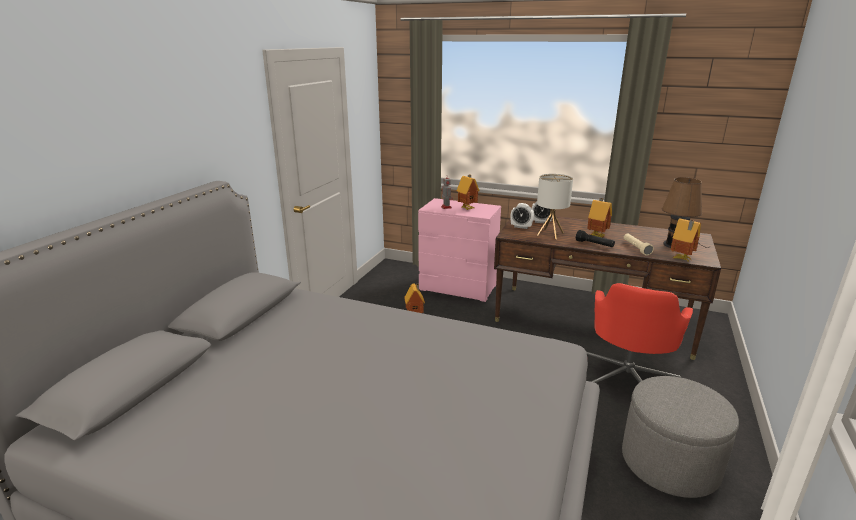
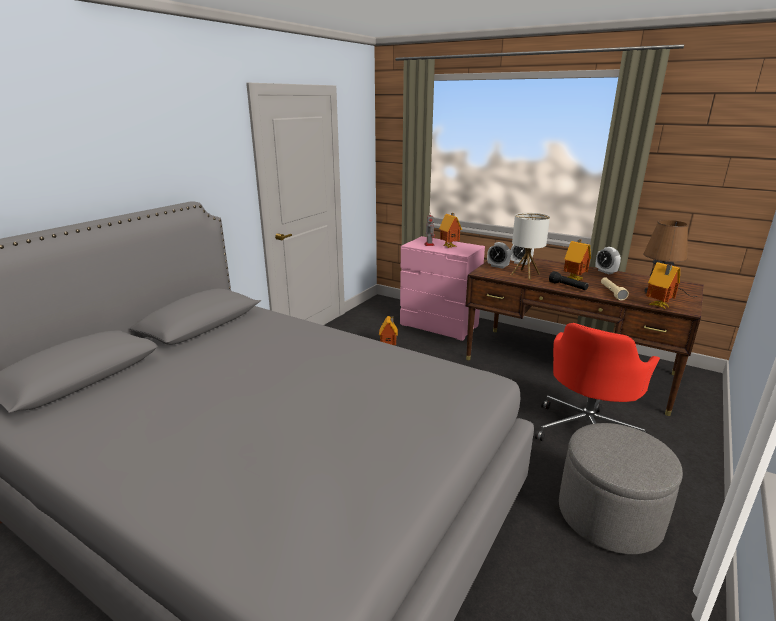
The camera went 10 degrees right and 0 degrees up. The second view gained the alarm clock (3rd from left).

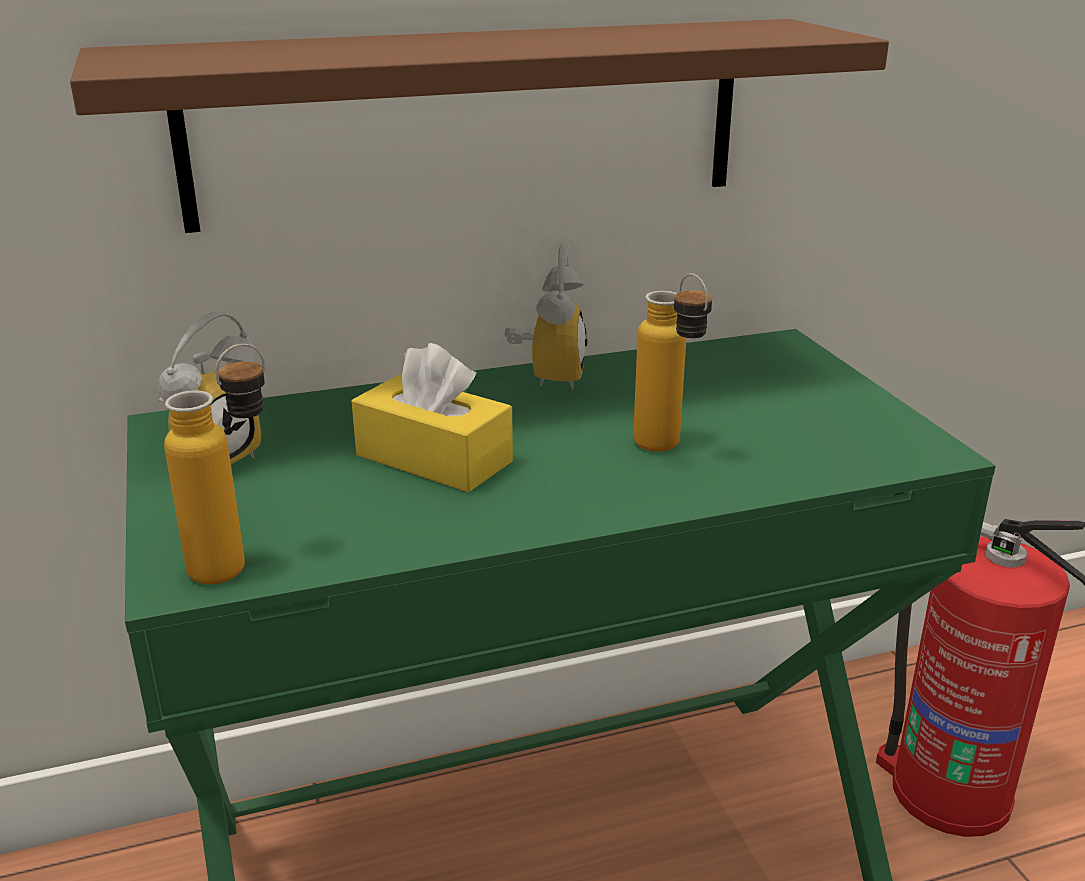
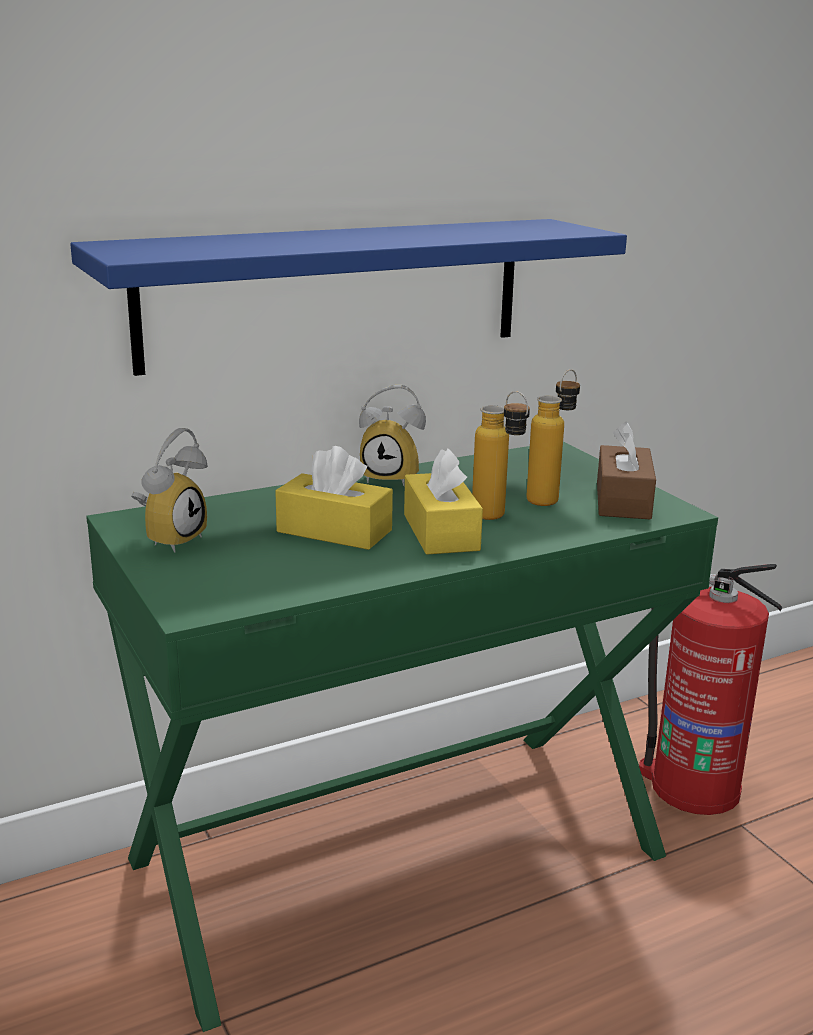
The camera went 10 degrees left and 5 degrees down. The second view gained the yellow tissue box (2nd from left). The second view gained the brown tissue box. The bottle (1st from left in the first image) ended up elsewhere. What was the brown shelf turned into the blue shelf. The alarm clock (2nd from left) ended up facing another way, 105 degrees clockwise from before.

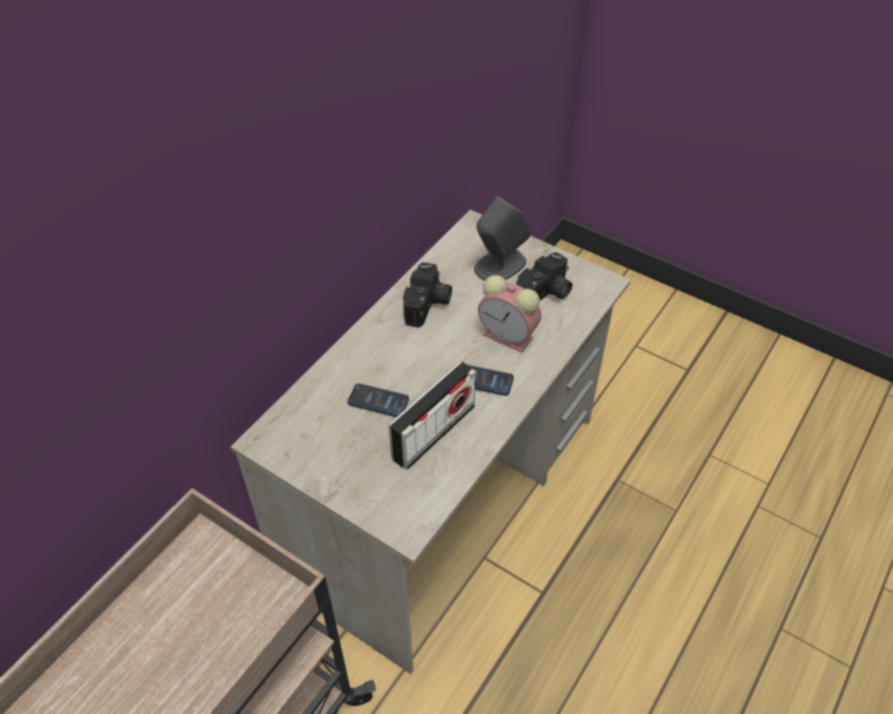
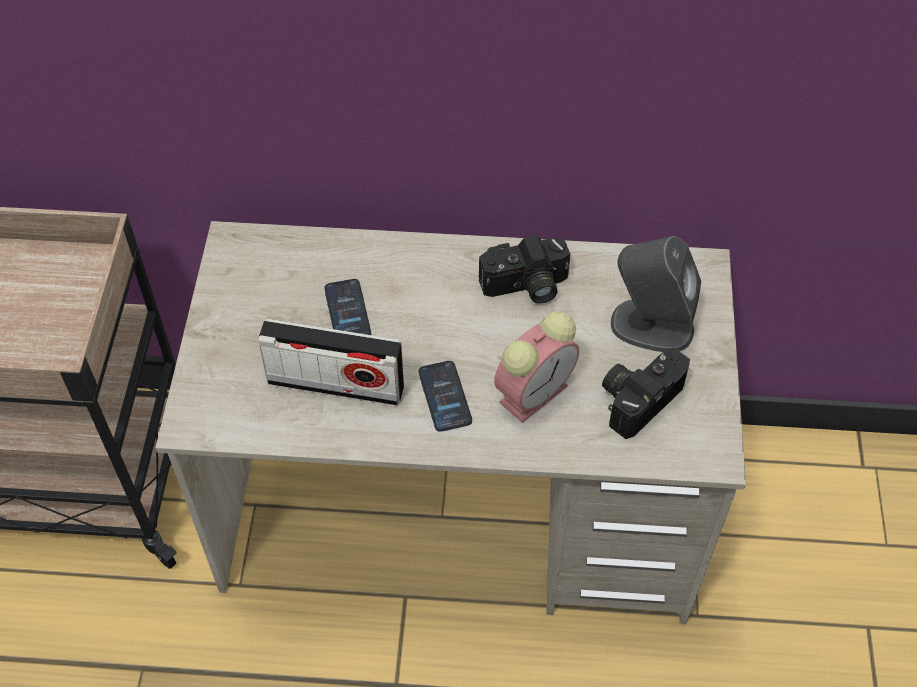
The camera went 60 degrees right and 5 degrees up. The alarm clock ended up facing another way, 135 degrees counterclockwise from before. The photo camera (2nd from left) ended up facing another way, 120 degrees clockwise from before.

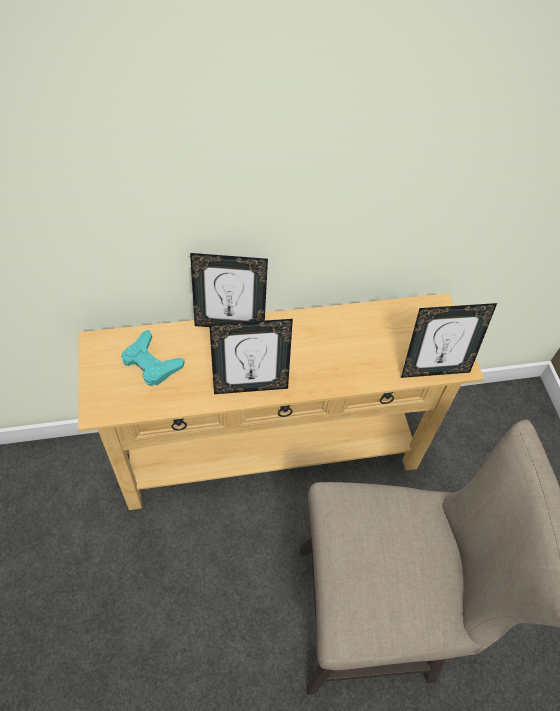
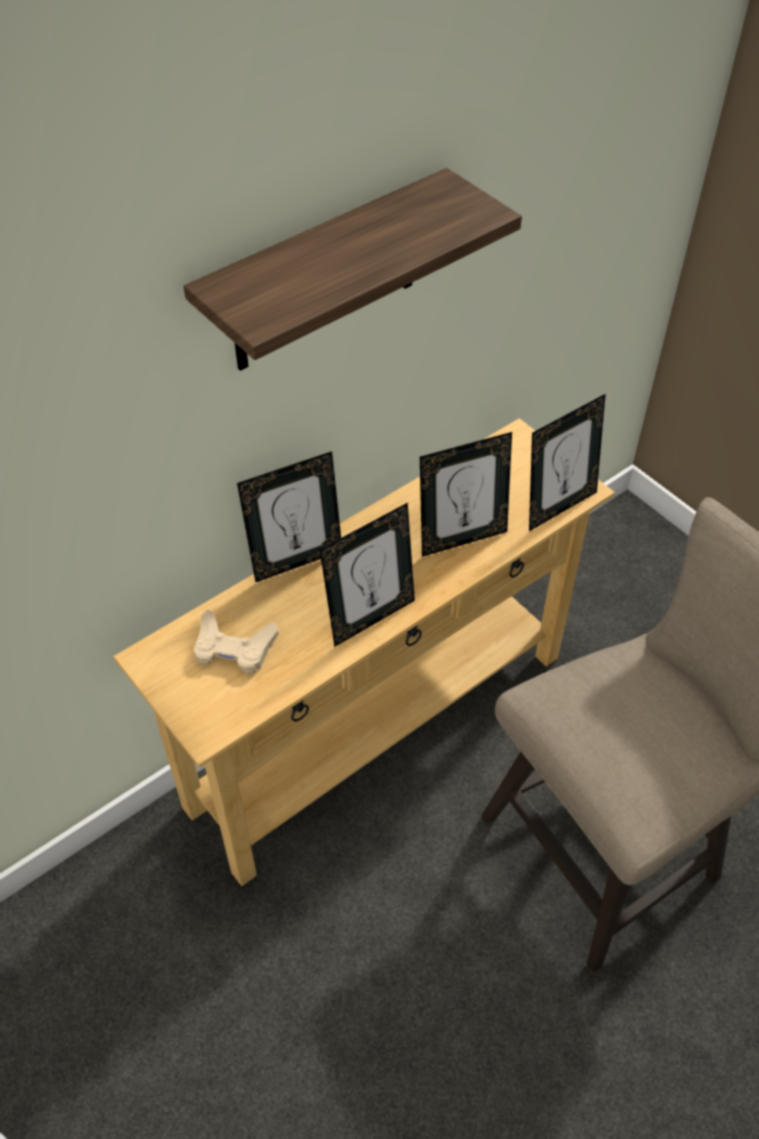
The camera went 25 degrees left and 5 degrees down. The second view gained the shelf. The second view gained the picture frame (3rd from left). What was the turquoise game controller turned into the beige game controller.

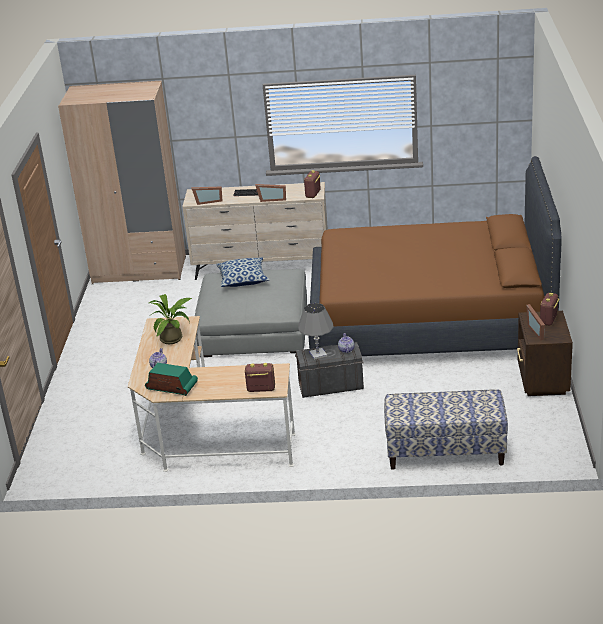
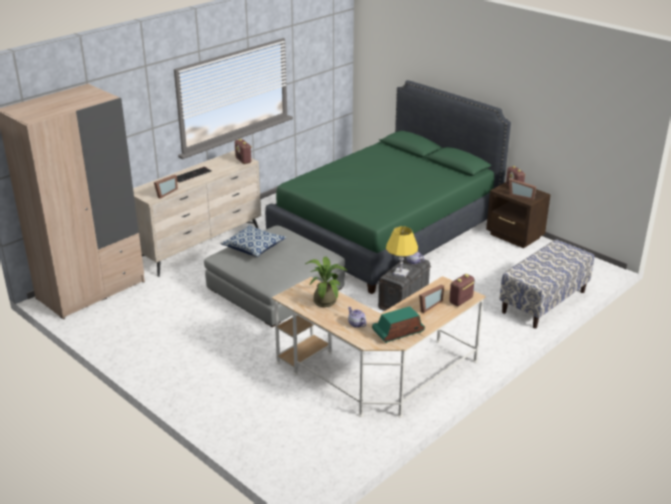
The camera went 50 degrees left and 0 degrees up. The picture frame (2nd from left) ended up elsewhere. What was the grey table lamp turned into the yellow table lamp. What was the brown bed turned into the green bed.

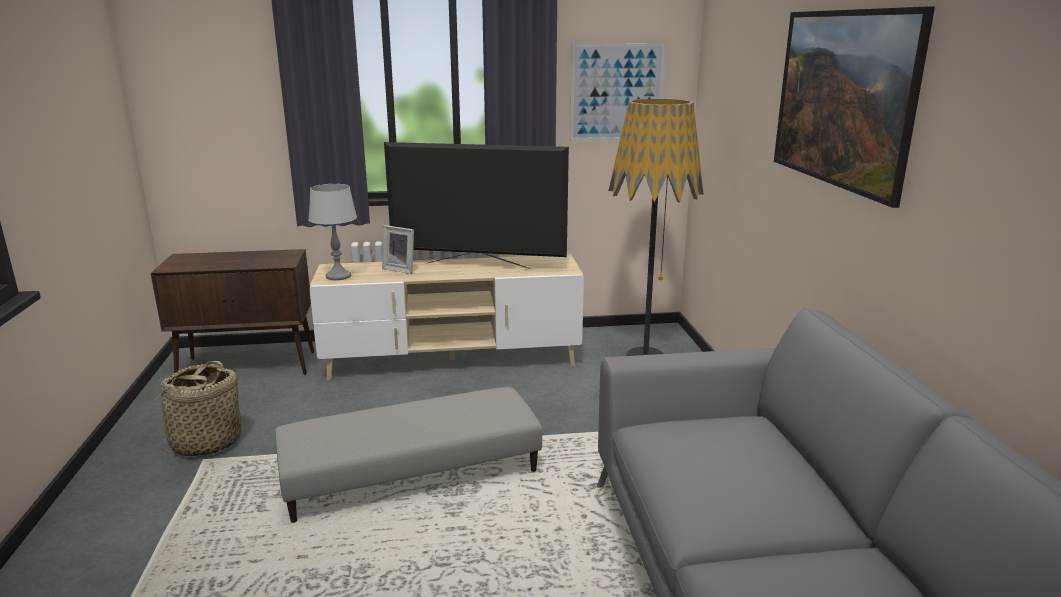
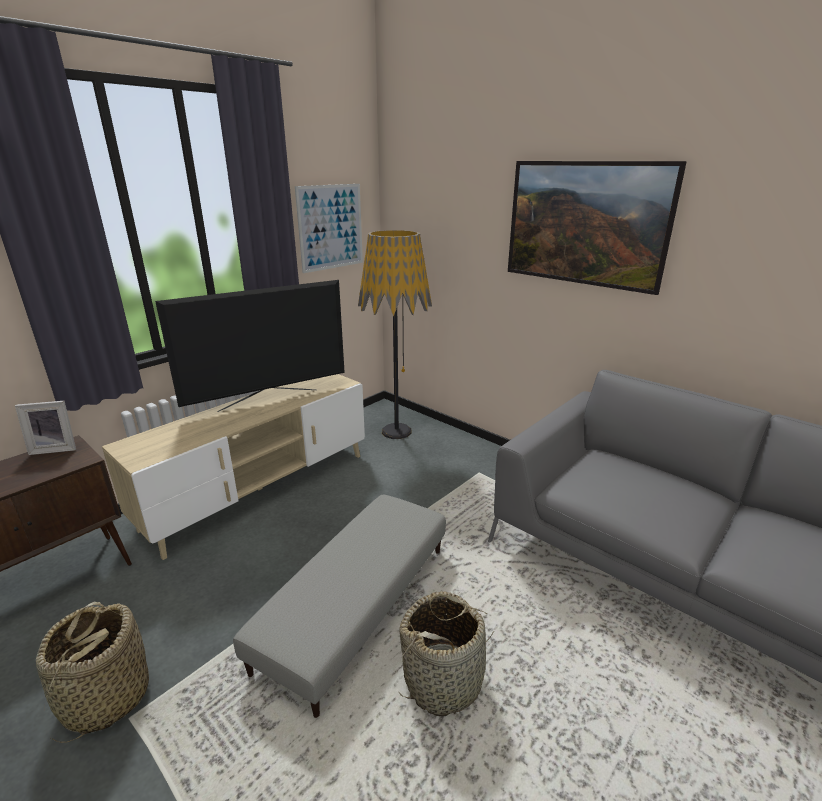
The camera went 40 degrees left and 5 degrees up. The second view lost the grey table lamp. The second view gained the basket (2nd from left). The picture frame ended up elsewhere.

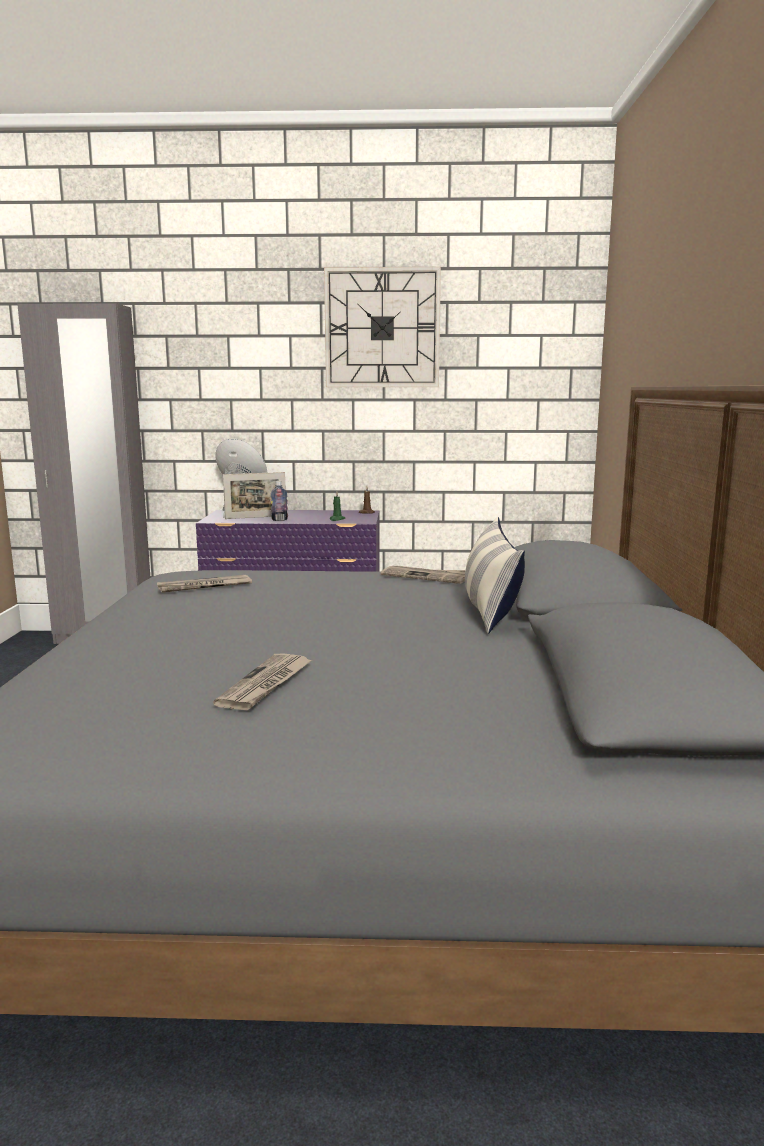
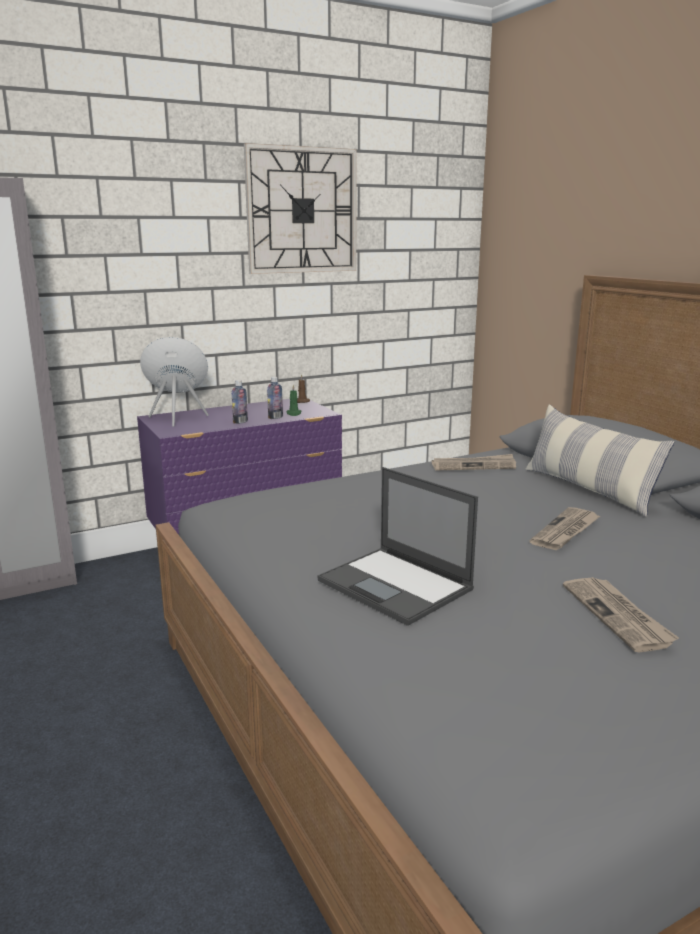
The camera went 30 degrees left and 5 degrees up. The second view lost the picture frame. The second view gained the bottle (2nd from left). The second view gained the laptop. The newspaper (1st from left in the first image) ended up elsewhere.

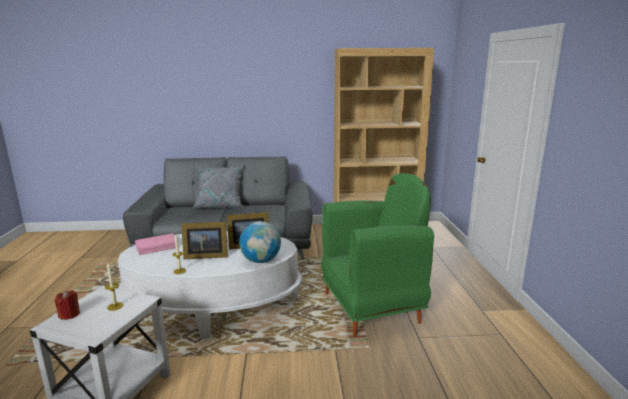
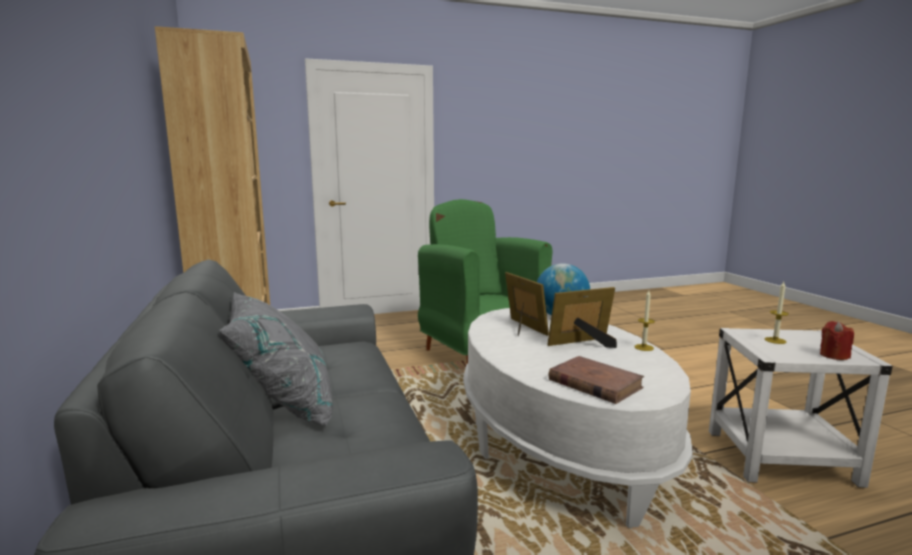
The camera went 105 degrees left and 5 degrees down. What was the pink book turned into the brown book. The picture frame (1st from left in the first image) ended up facing another way, 90 degrees counterclockwise from before.

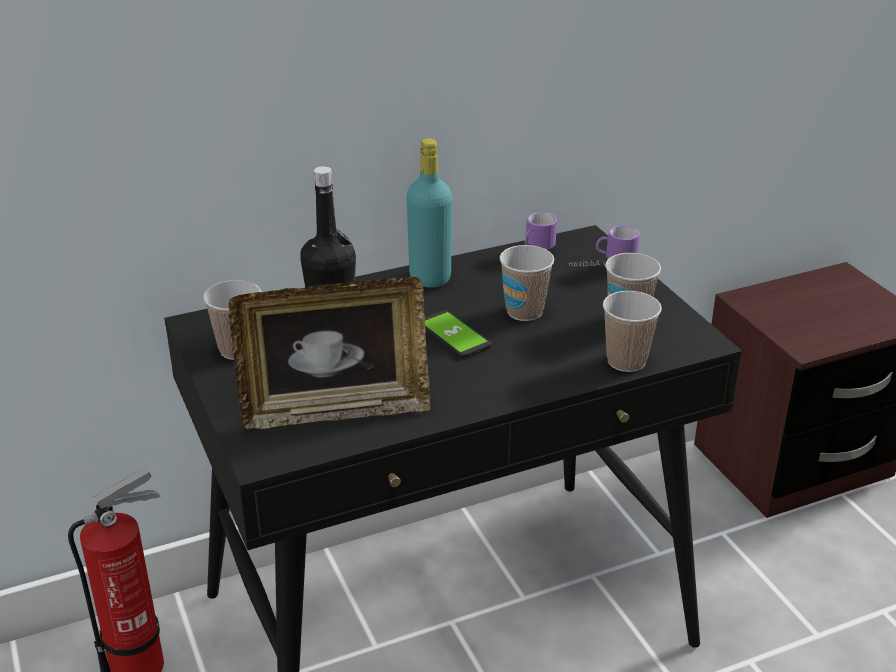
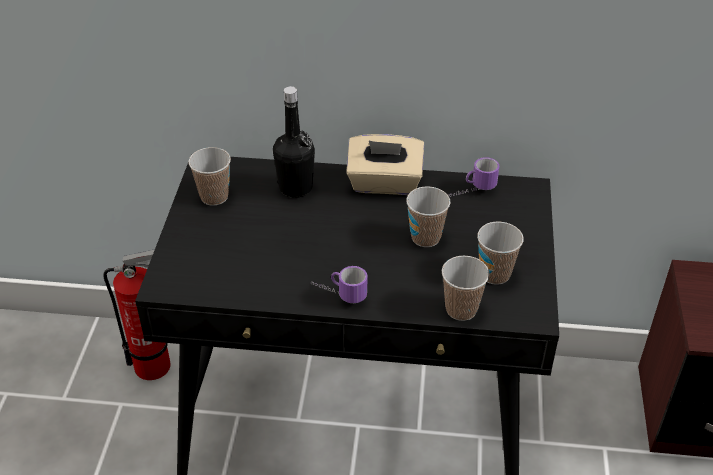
The camera went 30 degrees right and 10 degrees up. The second view lost the picture frame. The second view lost the phone. The mug (2nd from left in the first image) ended up elsewhere. Where the turquoise bottle stood, the beige tissue box came to stand.

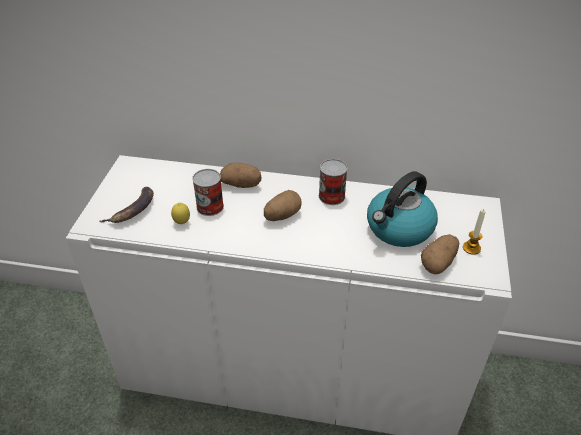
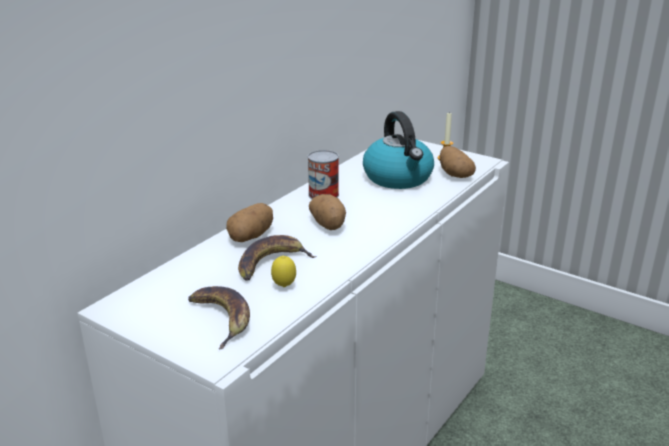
The camera went 65 degrees left and 15 degrees down. Where the can (1st from left) stood, the banana (2nd from left) came to stand.

